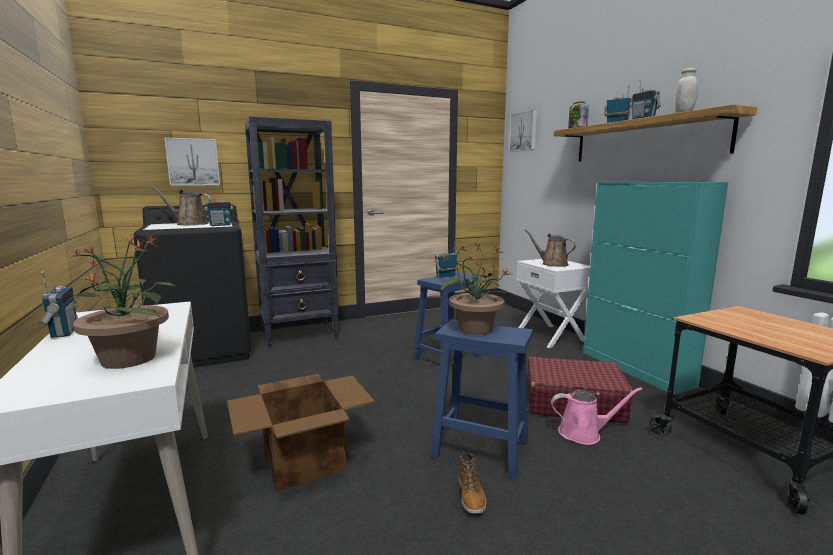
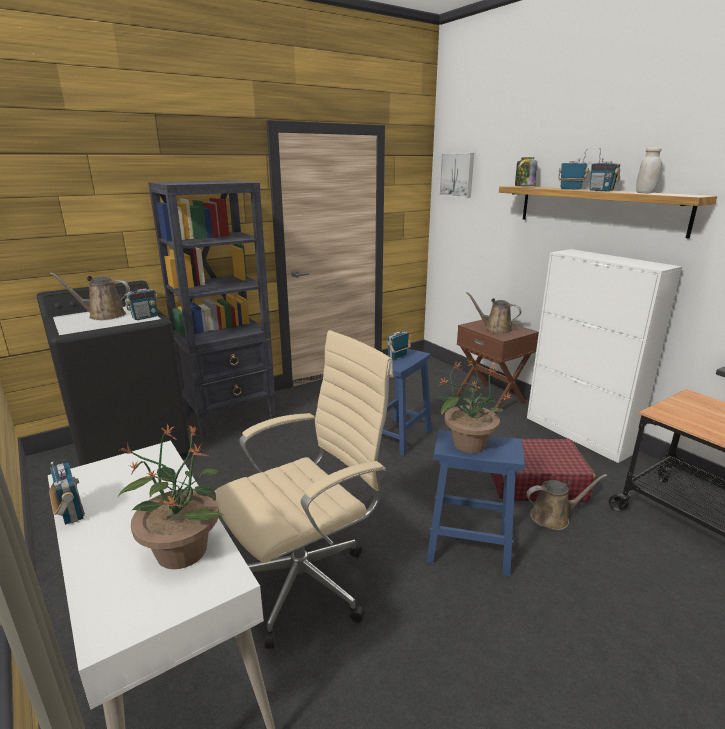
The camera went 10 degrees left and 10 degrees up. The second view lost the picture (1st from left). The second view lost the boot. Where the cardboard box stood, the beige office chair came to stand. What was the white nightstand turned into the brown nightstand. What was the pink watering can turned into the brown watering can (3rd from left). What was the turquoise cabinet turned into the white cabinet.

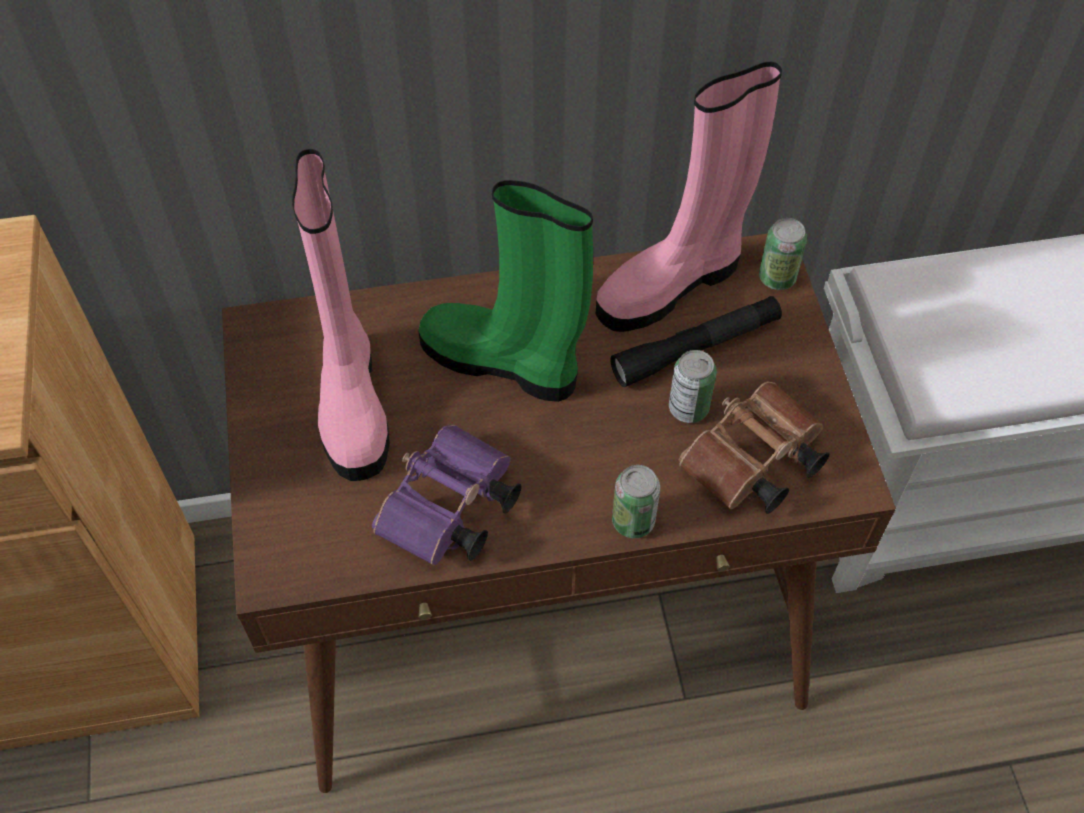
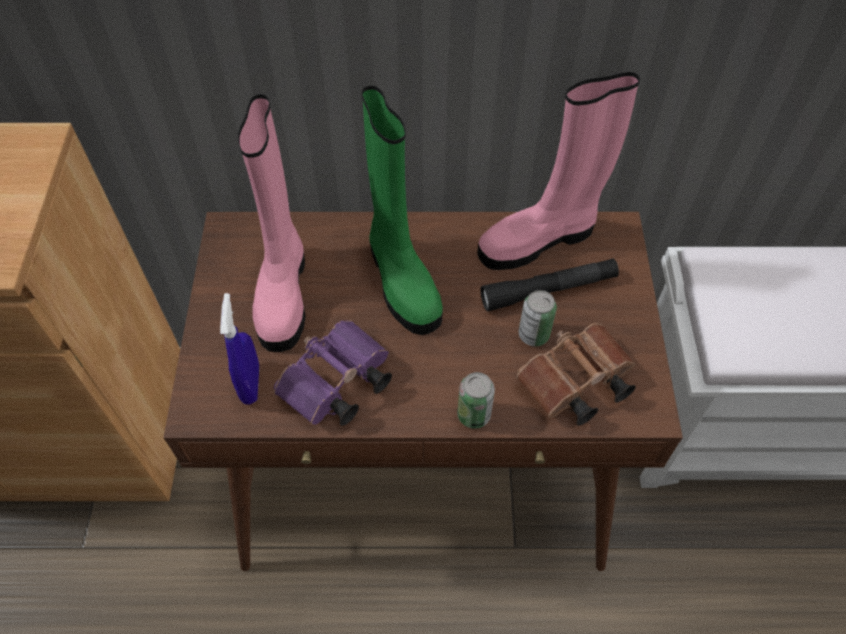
The camera went 10 degrees right and 0 degrees up. The second view lost the can (3rd from left). The second view gained the blue spray bottle. The green boot ended up facing another way, 150 degrees counterclockwise from before.

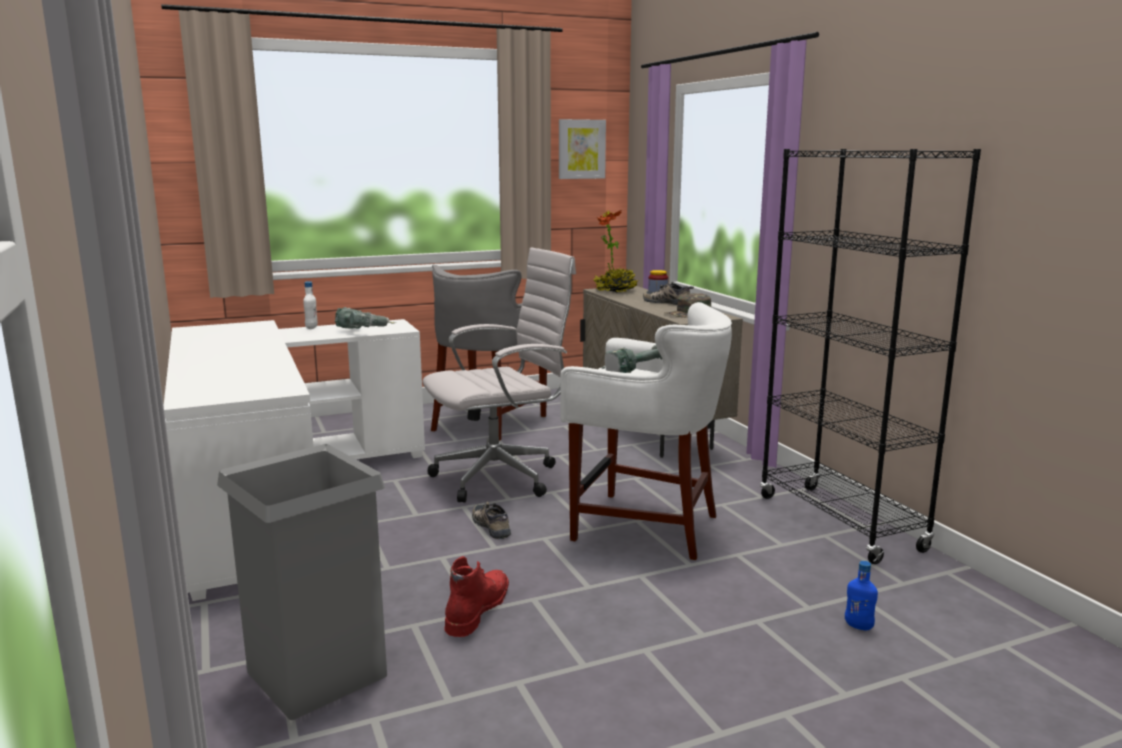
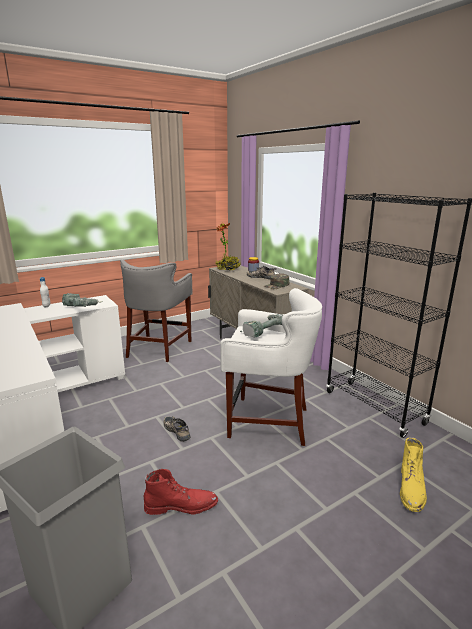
The camera went 10 degrees left and 5 degrees up. The second view lost the white office chair. The second view lost the picture. Where the blue bottle stood, the yellow boot came to stand. The red boot ended up facing another way, 75 degrees clockwise from before.

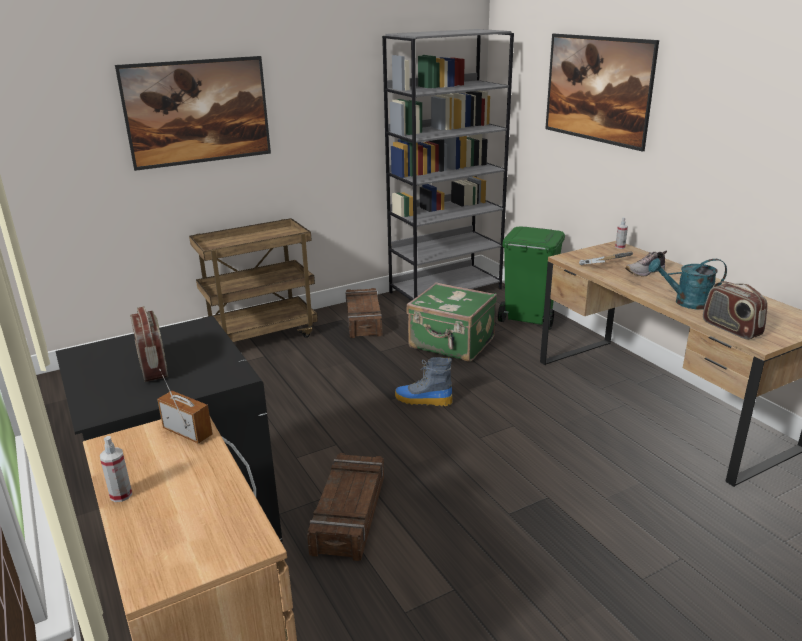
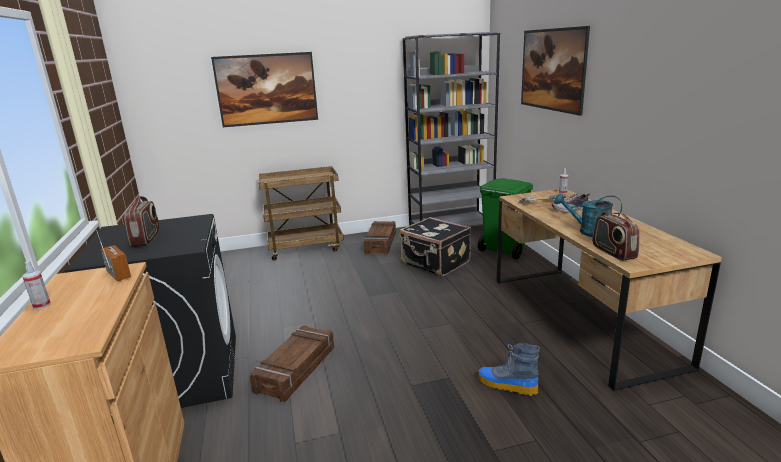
The camera went 15 degrees right and 5 degrees down. The boot ended up elsewhere. What was the green suitcase turned into the black suitcase.

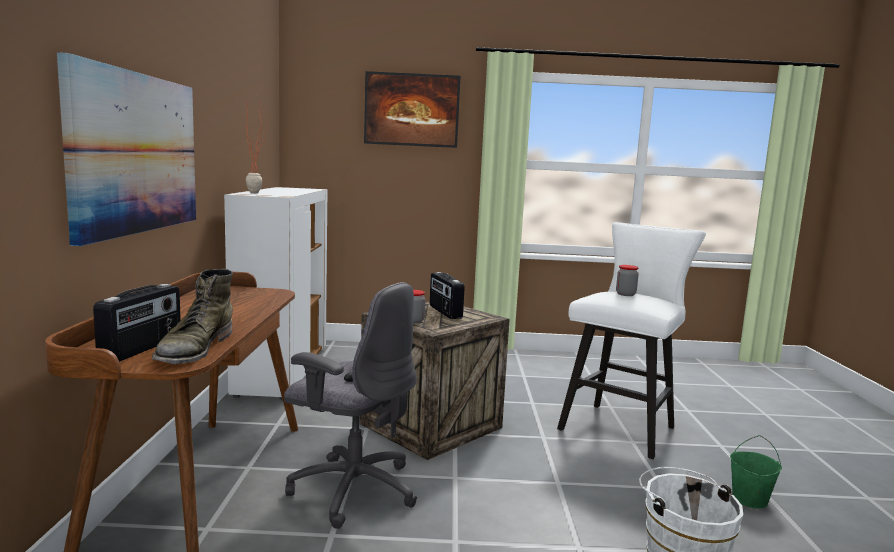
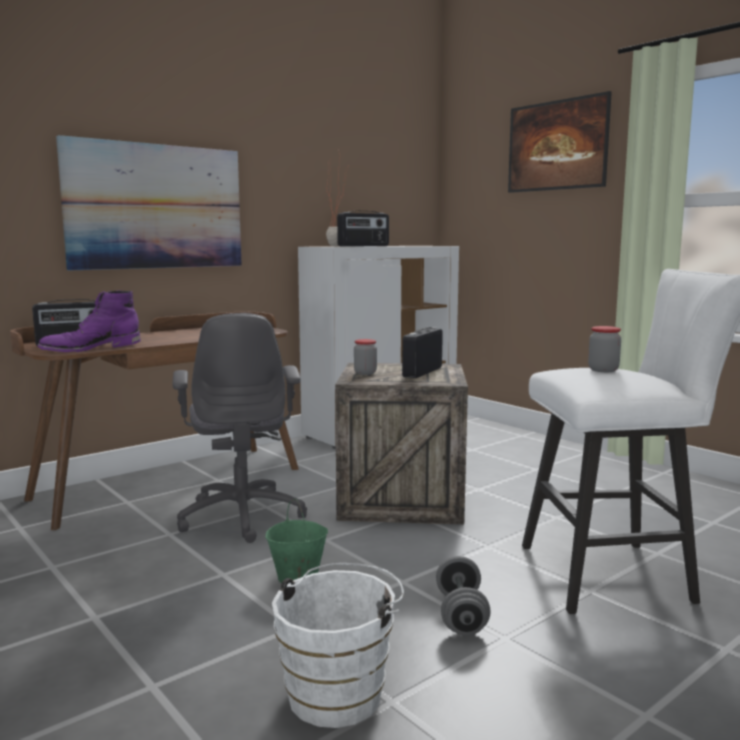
The camera went 50 degrees right and 0 degrees up. The second view gained the radio (2nd from left). The second view gained the grey dumbbell. The green bucket ended up elsewhere. What was the green boot turned into the purple boot.

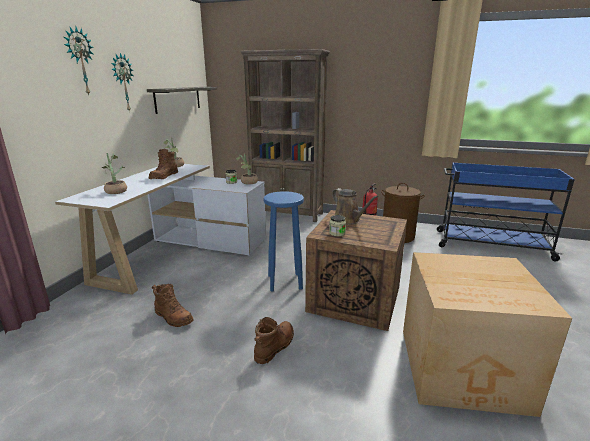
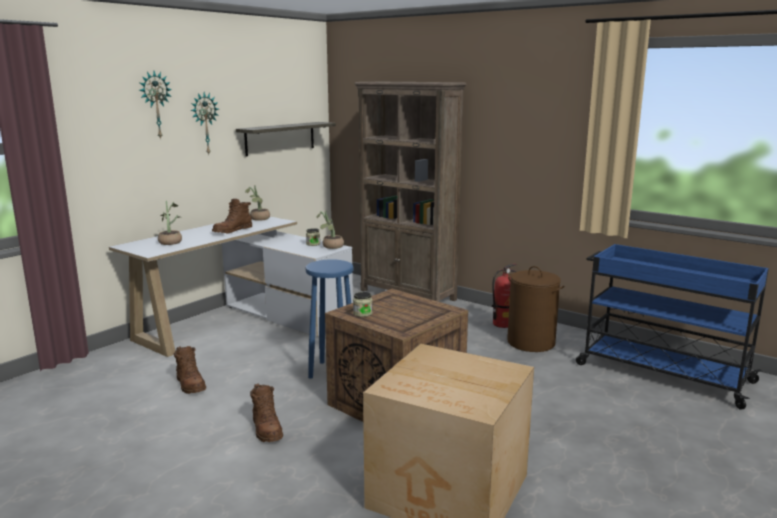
The camera went 20 degrees right and 5 degrees down. The second view lost the brown watering can. The brown boot (3rd from left) ended up facing another way, 105 degrees clockwise from before.

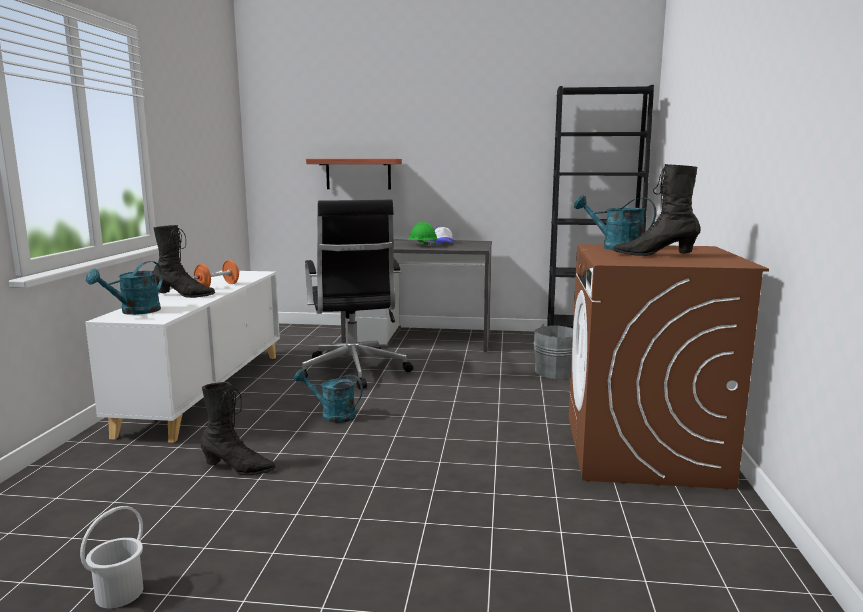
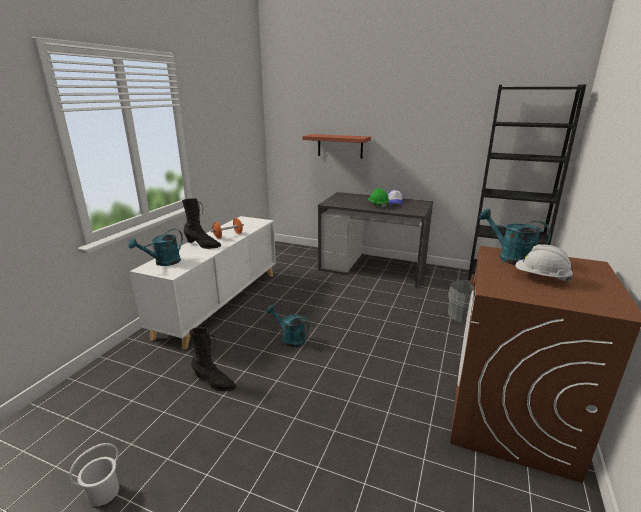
The camera went 15 degrees right and 10 degrees up. The second view lost the black office chair. Where the black boot (3rd from left) stood, the white hard hat came to stand.

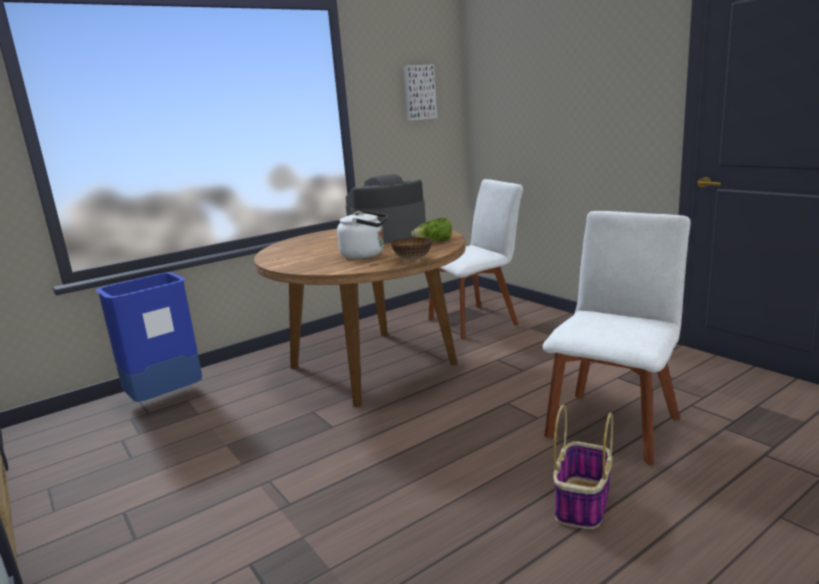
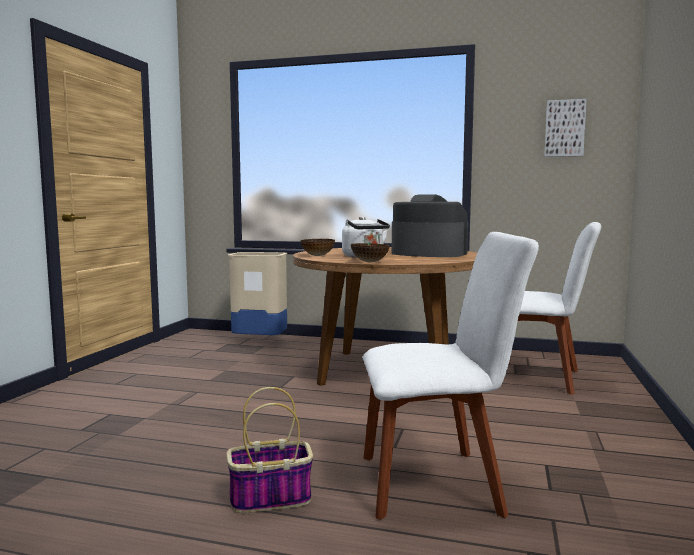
The camera went 50 degrees right and 10 degrees down. The second view lost the lettuce. The second view gained the bowl (1st from left). What was the blue trash can turned into the beige trash can.

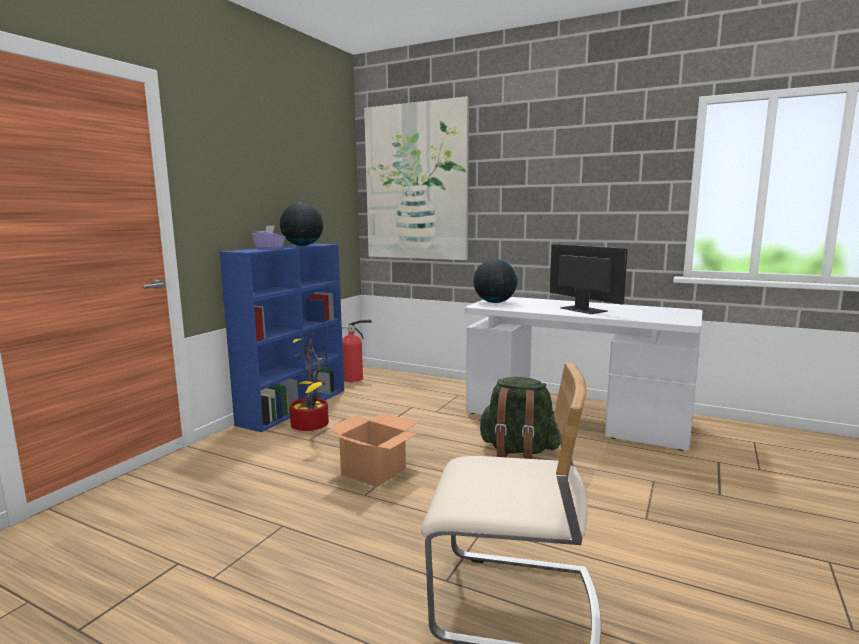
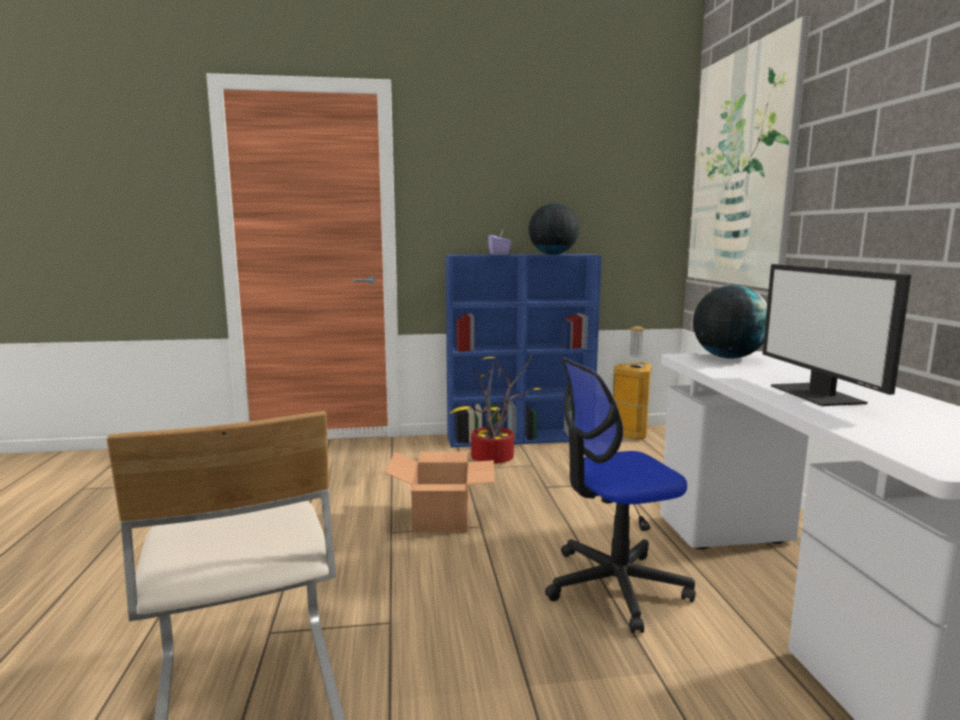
The camera went 55 degrees right and 0 degrees up. Where the fire extinguisher stood, the trash can came to stand. Where the green backpack stood, the office chair came to stand. The monitor ended up facing another way, 150 degrees clockwise from before.

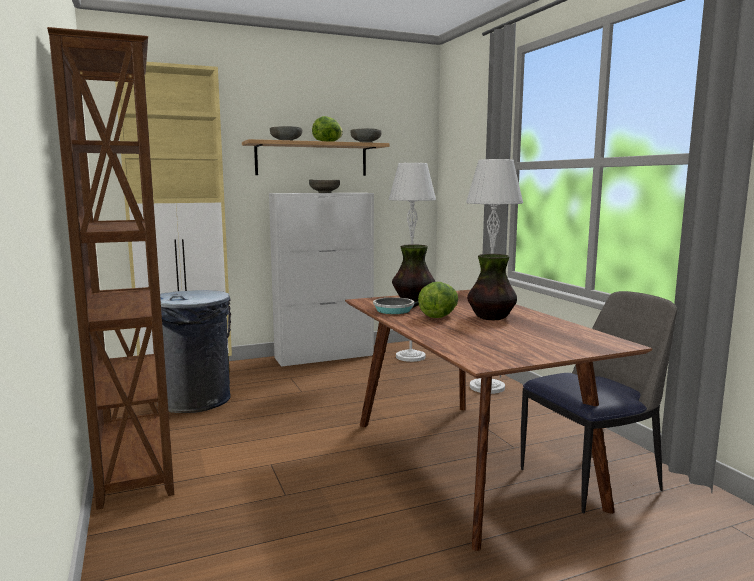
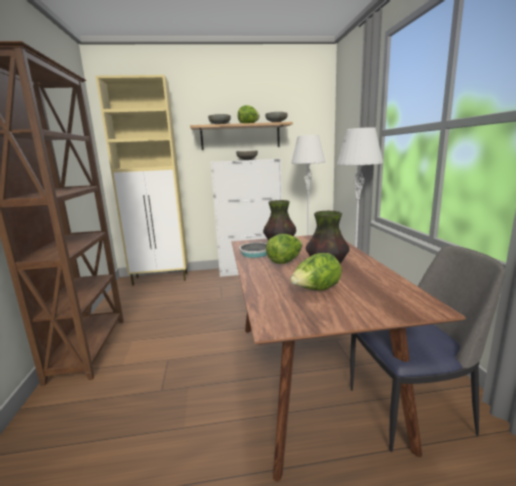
The camera went 15 degrees right and 5 degrees up. The second view lost the grey trash can. The second view gained the lettuce (3rd from left).

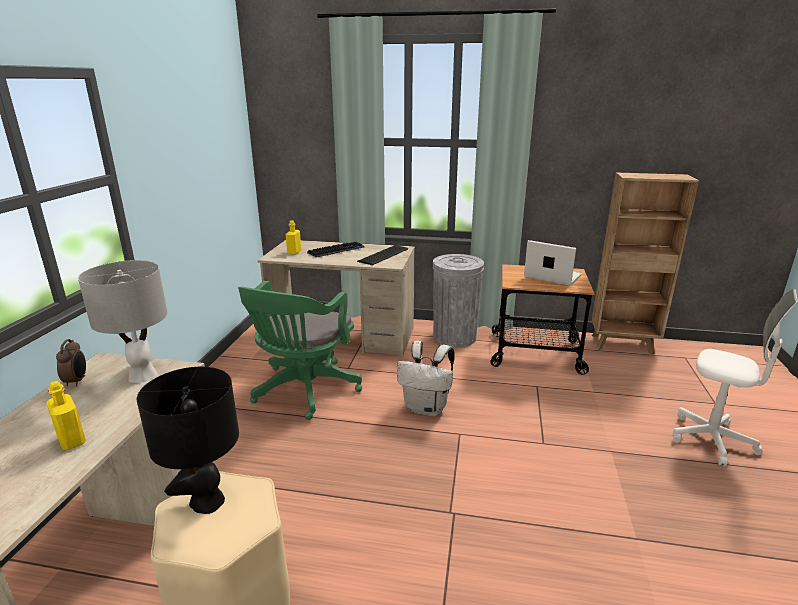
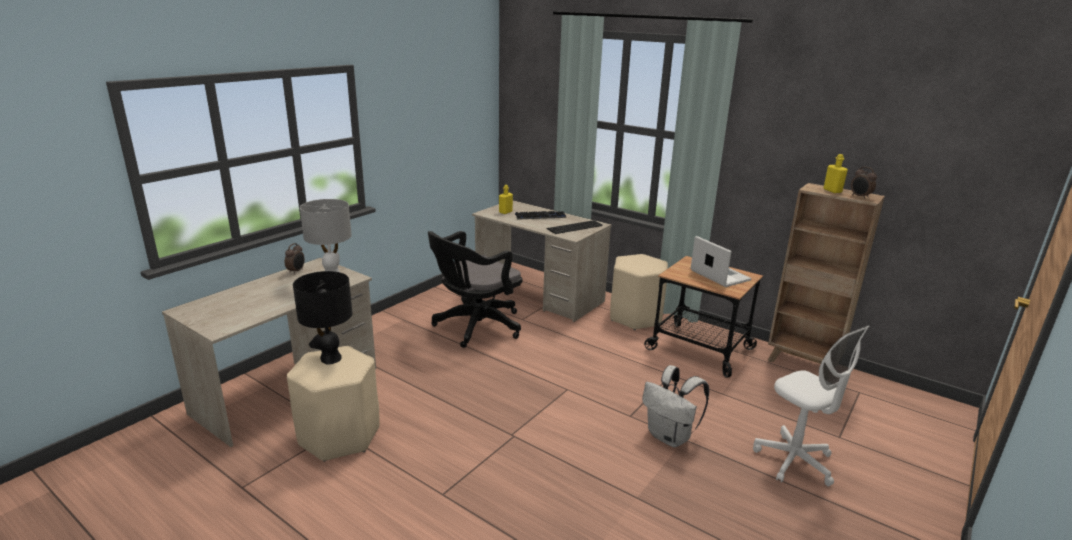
The camera went 25 degrees right and 0 degrees up. The second view gained the alarm clock (2nd from left). The yellow bottle (1st from left in the first image) ended up elsewhere. The white backpack ended up elsewhere. Where the grey trash can stood, the beige stool (2nd from left) came to stand. What was the green office chair turned into the black office chair.

